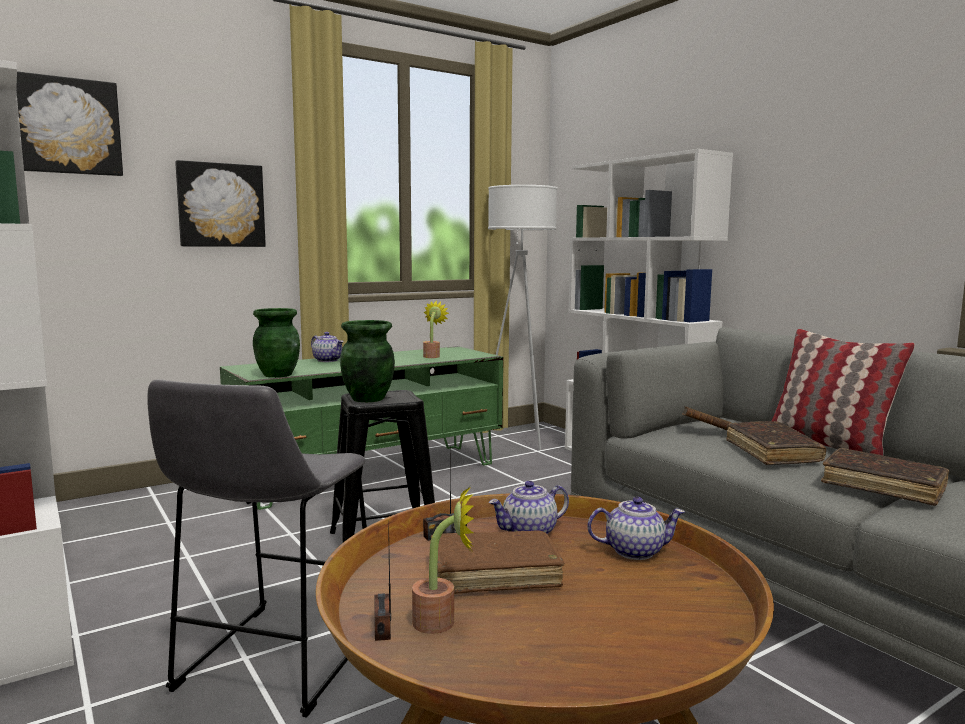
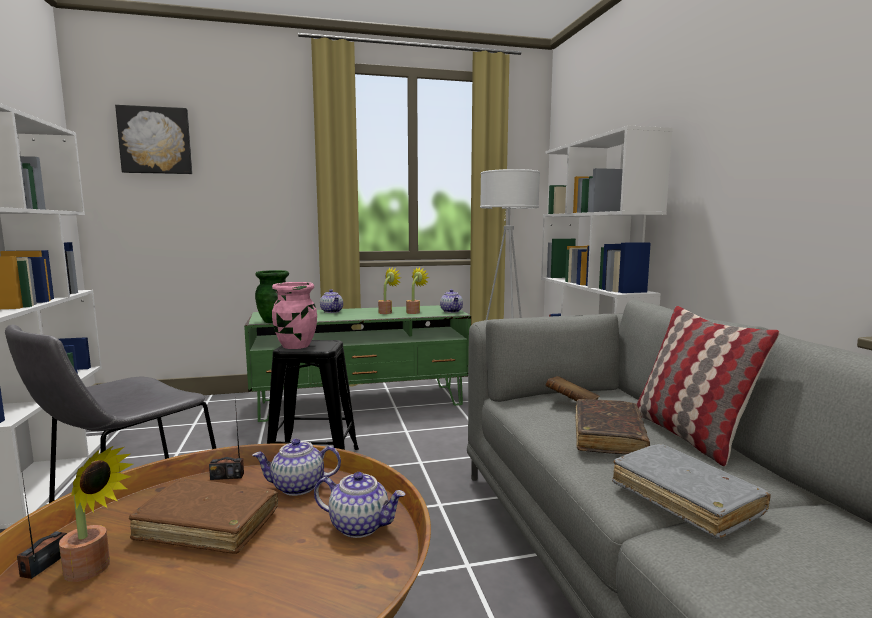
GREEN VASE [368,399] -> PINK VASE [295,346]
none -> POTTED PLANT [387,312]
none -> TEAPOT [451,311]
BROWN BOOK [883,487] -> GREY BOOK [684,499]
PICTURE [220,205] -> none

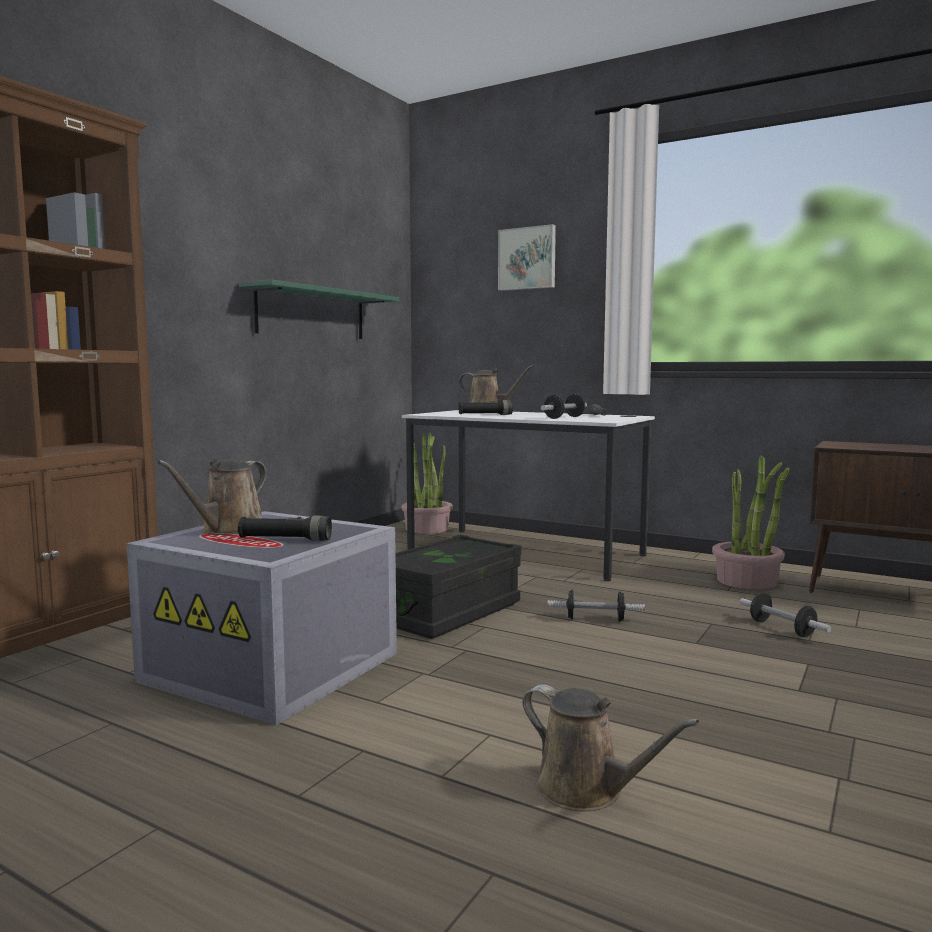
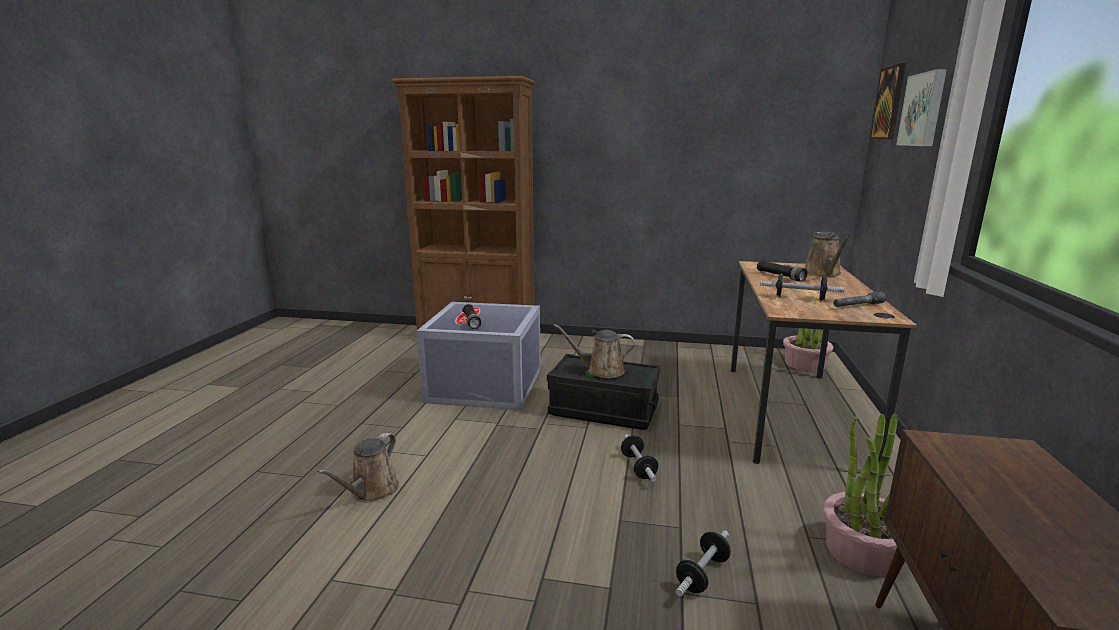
BROWN WATERING CAN [228,530] -> BROWN WATERING CAN [601,371], shifted
WHITE DESK [525,552] -> BROWN DESK [792,413]
none -> PICTURE [889,103]
GREEN SHELF [312,313] -> none

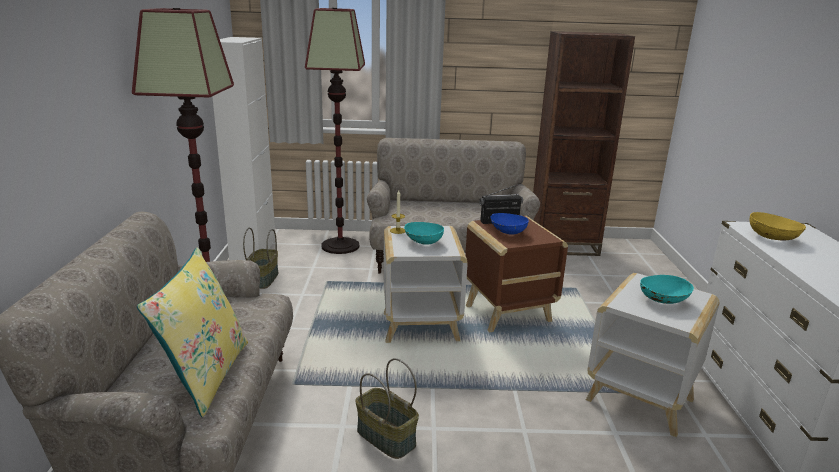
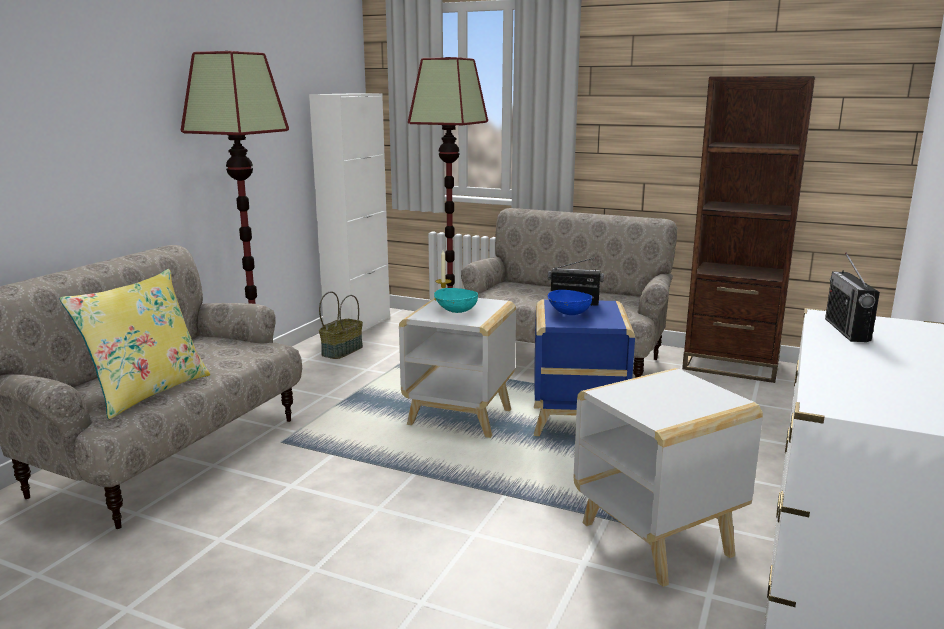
BROWN SIDE TABLE [506,314] -> BLUE SIDE TABLE [575,423]
YELLOW BOWL [772,238] -> RADIO [847,330]
BASKET [385,437] -> none
TURQUOISE BOWL [663,301] -> none

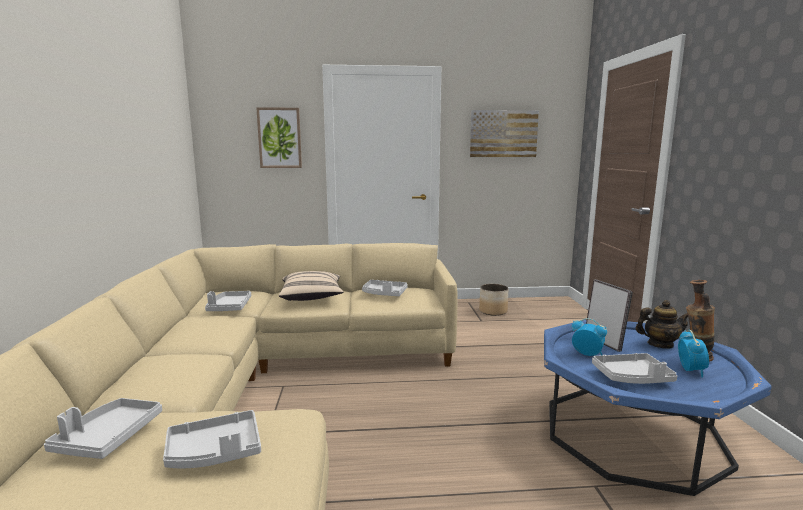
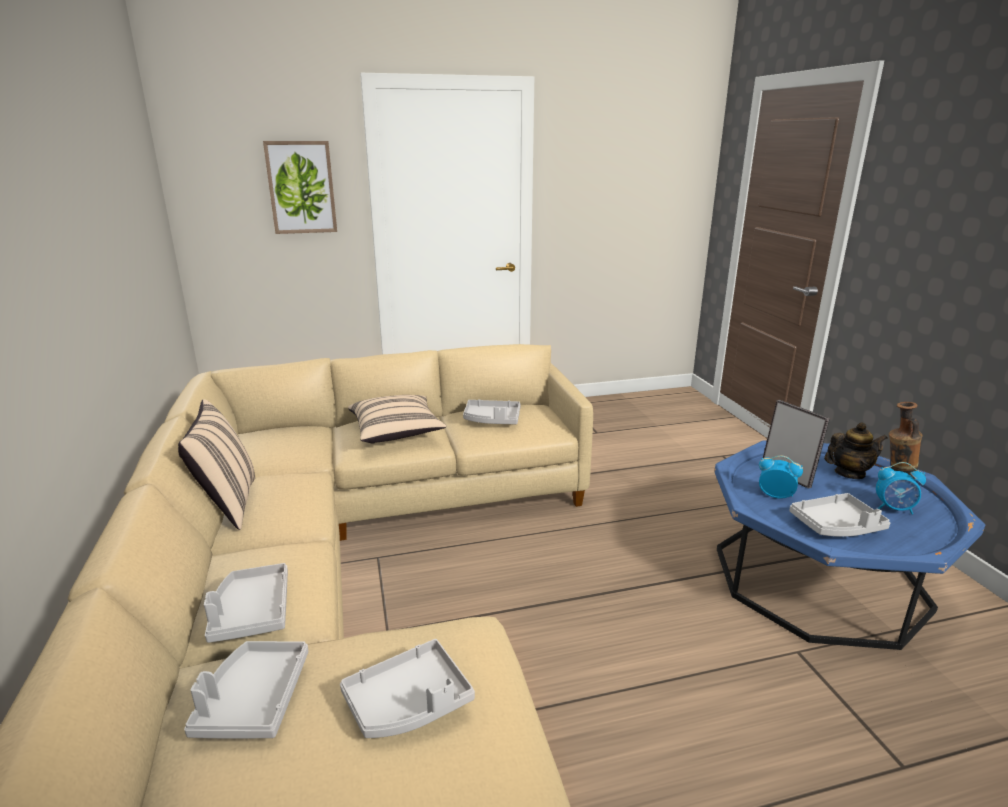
none -> BEIGE PILLOW [227,505]
GREY TRAY [229,307] -> GREY TRAY [251,613], shifted
ALARM CLOCK [690,370] -> ALARM CLOCK [894,509], 105 degrees clockwise
PICTURE [503,134] -> none
PLANTER [493,311] -> none

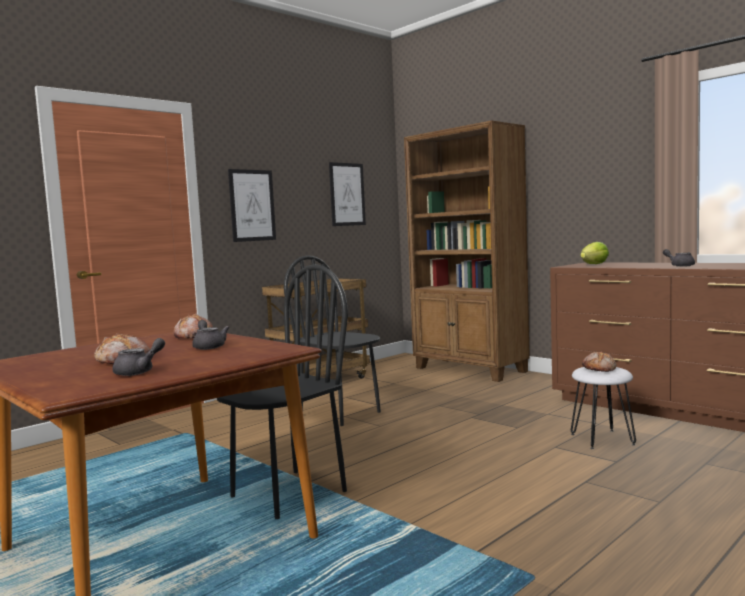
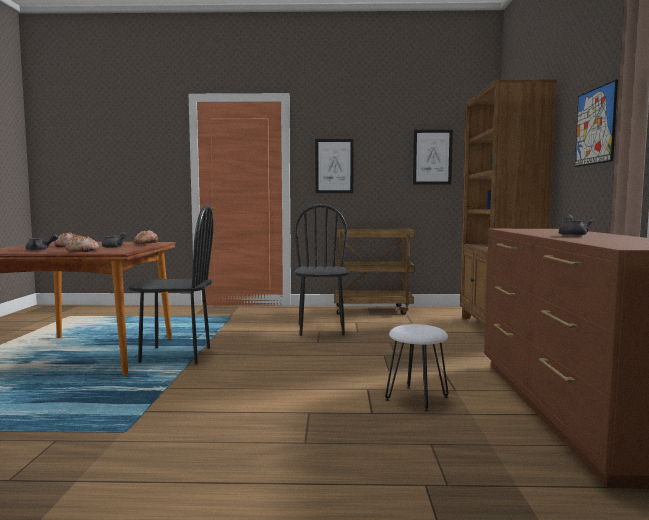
BREAD [599,369] -> BREAD [83,251], shifted
none -> PICTURE [595,126]
LETTUCE [594,264] -> none

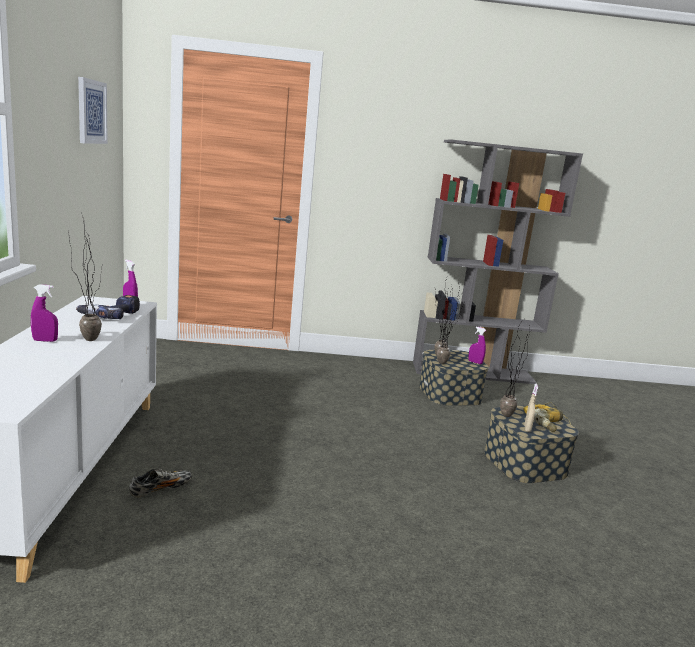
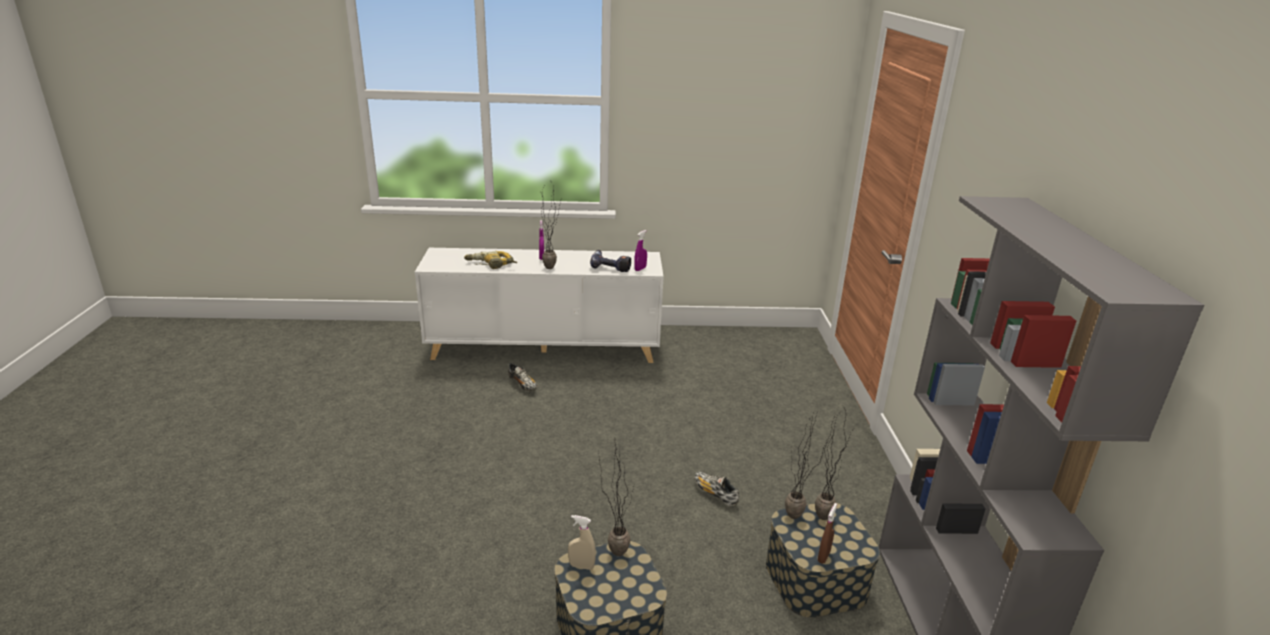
POWER DRILL [548,422] -> POWER DRILL [490,265], shifted
none -> SHOE [715,494]
PURPLE SPRAY BOTTLE [475,362] -> BROWN SPRAY BOTTLE [823,556]
PICTURE [91,112] -> none

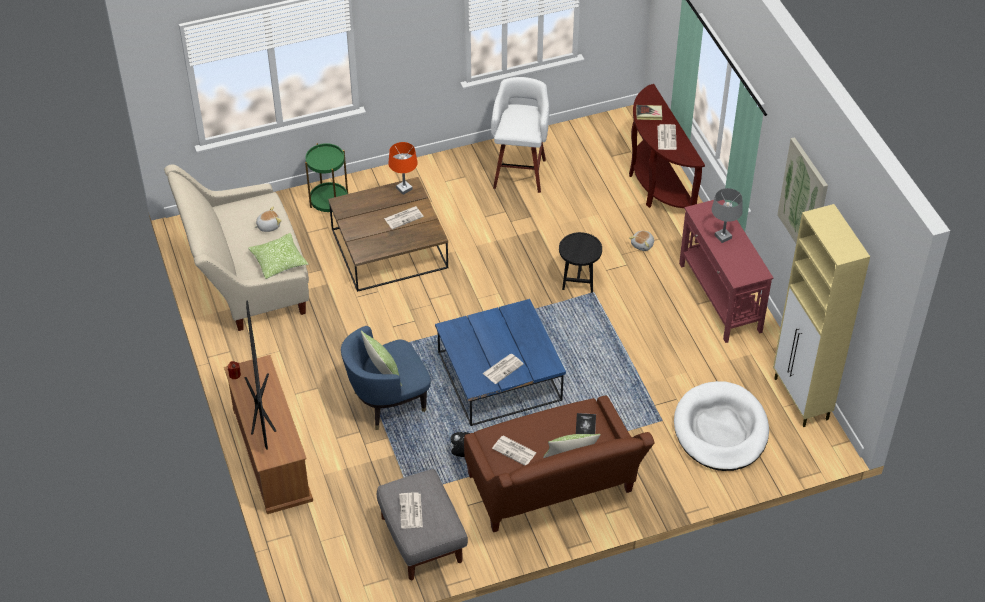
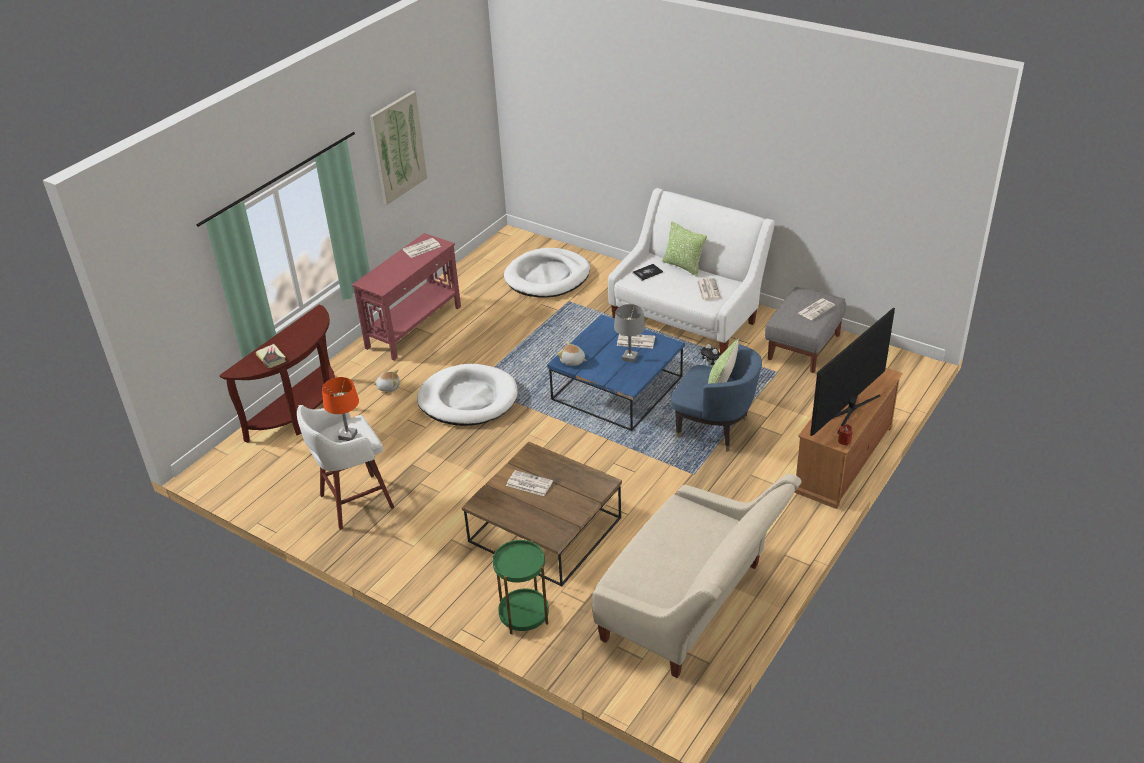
ORANGE TABLE LAMP [404,188] -> ORANGE TABLE LAMP [348,436], shifted
NEWSPAPER [666,137] -> NEWSPAPER [421,248], shifted
BLACK SIDE TABLE [578,281] -> WHITE DOG BED [468,399]
PLUSH TOY [268,226] -> PLUSH TOY [572,361], shifted
BROWN SOFA [553,491] -> WHITE SOFA [687,315]
GREY TABLE LAMP [723,237] -> GREY TABLE LAMP [629,358], shifted
PILLOW [278,261] -> none
BEIGE CABINET [801,399] -> none

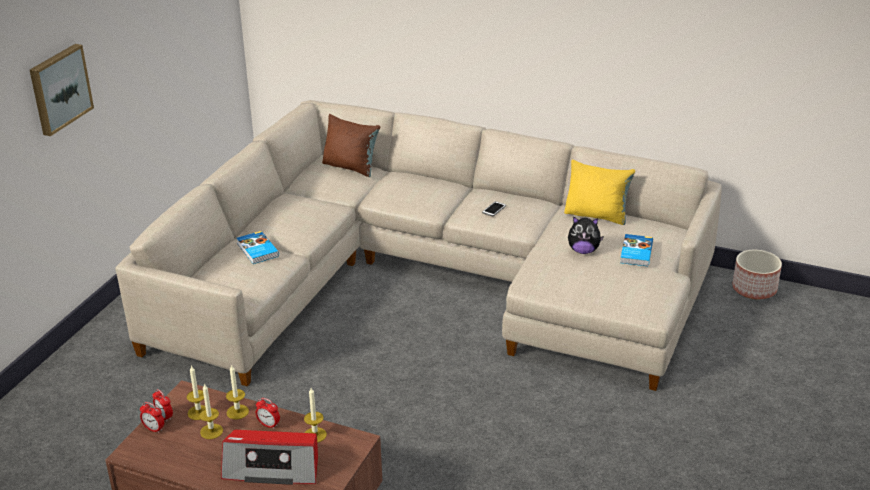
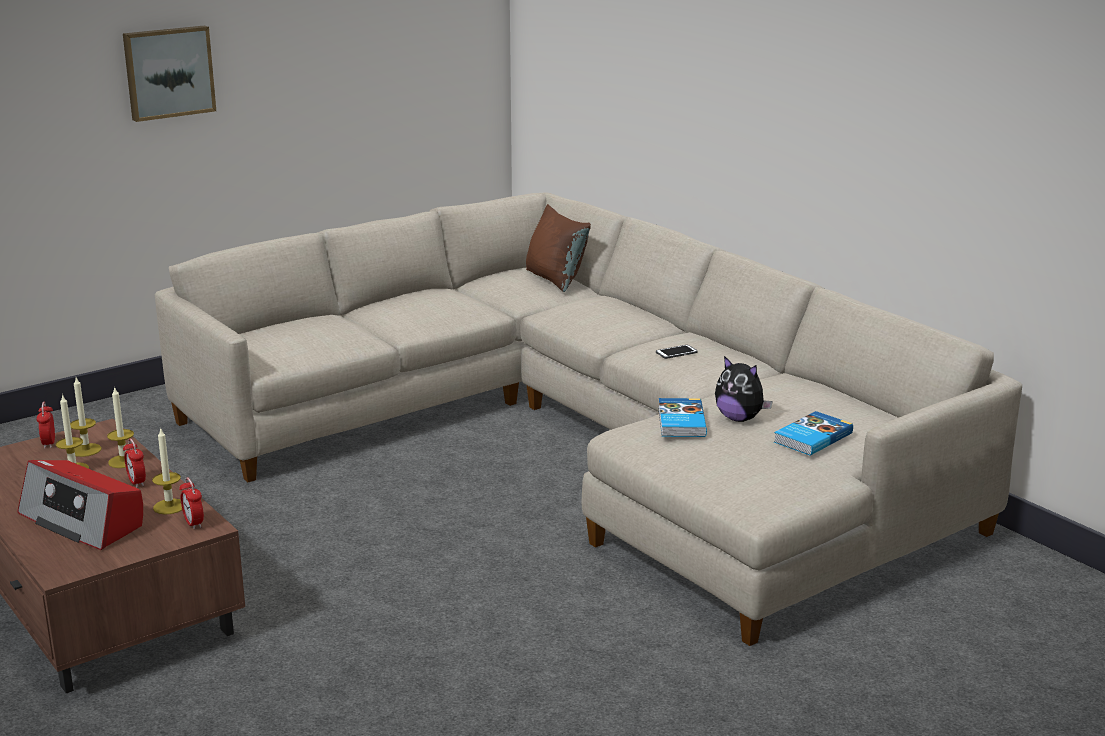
ALARM CLOCK [154,429] -> ALARM CLOCK [193,523], shifted
BOOK [257,250] -> BOOK [680,422], shifted
YELLOW PILLOW [597,215] -> none
PLANTER [754,289] -> none

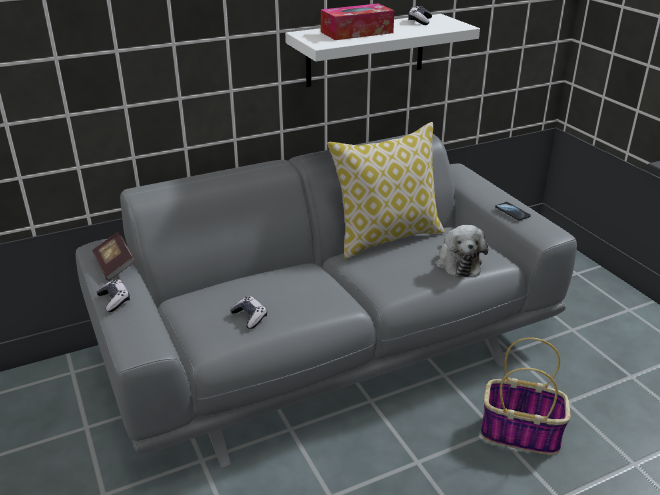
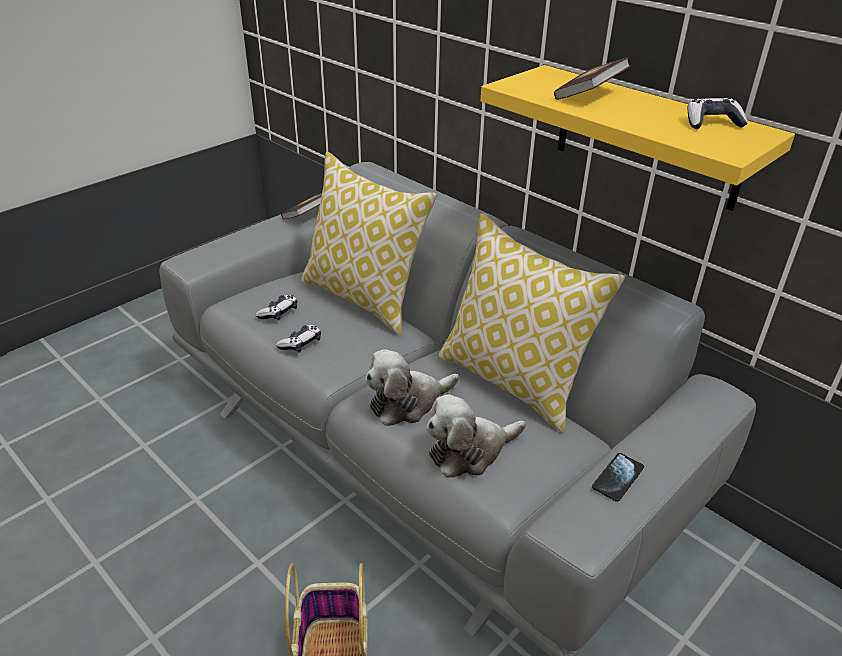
GAME CONTROLLER [114,300] -> GAME CONTROLLER [300,344], shifted
none -> PILLOW [364,297]
none -> PLUSH TOY [407,403]
WHITE SHELF [366,50] -> YELLOW SHELF [647,137]
TISSUE BOX [357,32] -> BOOK [589,95]

